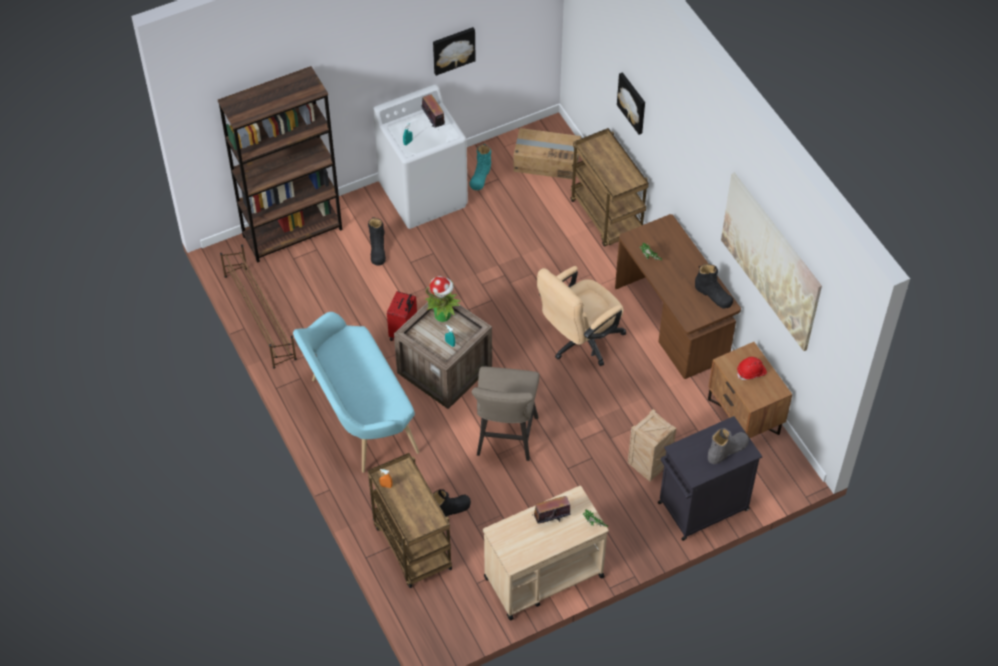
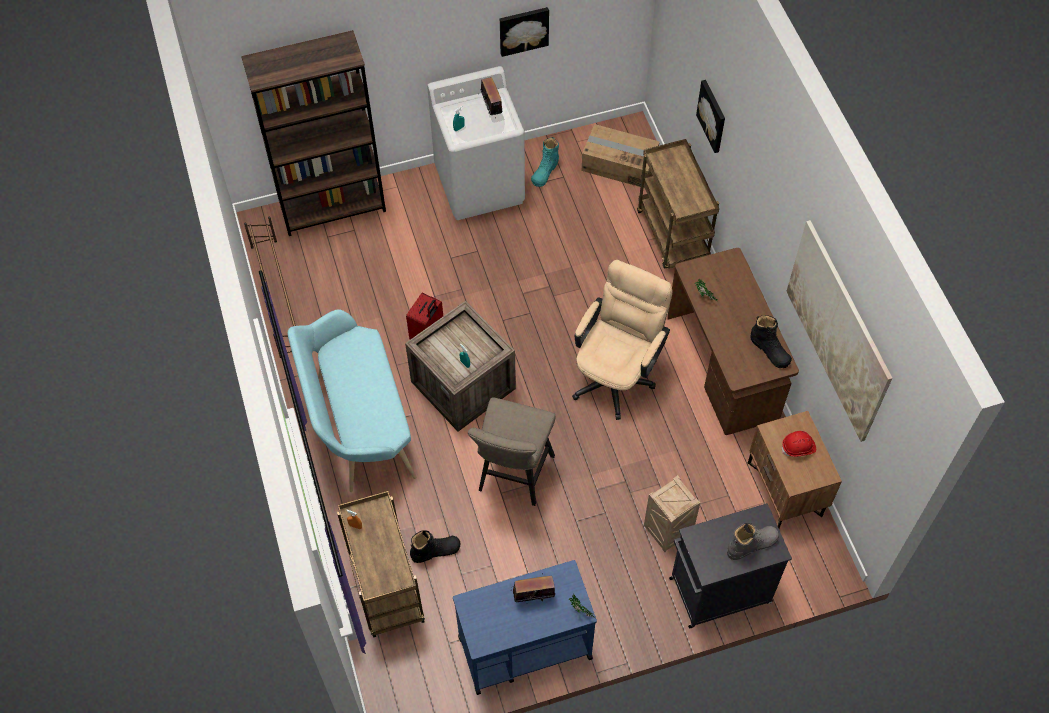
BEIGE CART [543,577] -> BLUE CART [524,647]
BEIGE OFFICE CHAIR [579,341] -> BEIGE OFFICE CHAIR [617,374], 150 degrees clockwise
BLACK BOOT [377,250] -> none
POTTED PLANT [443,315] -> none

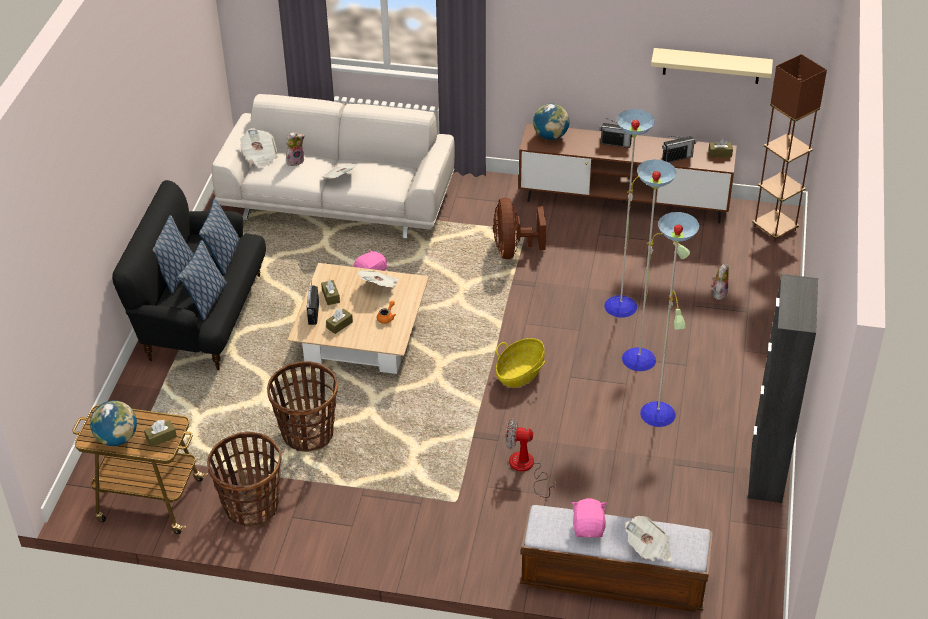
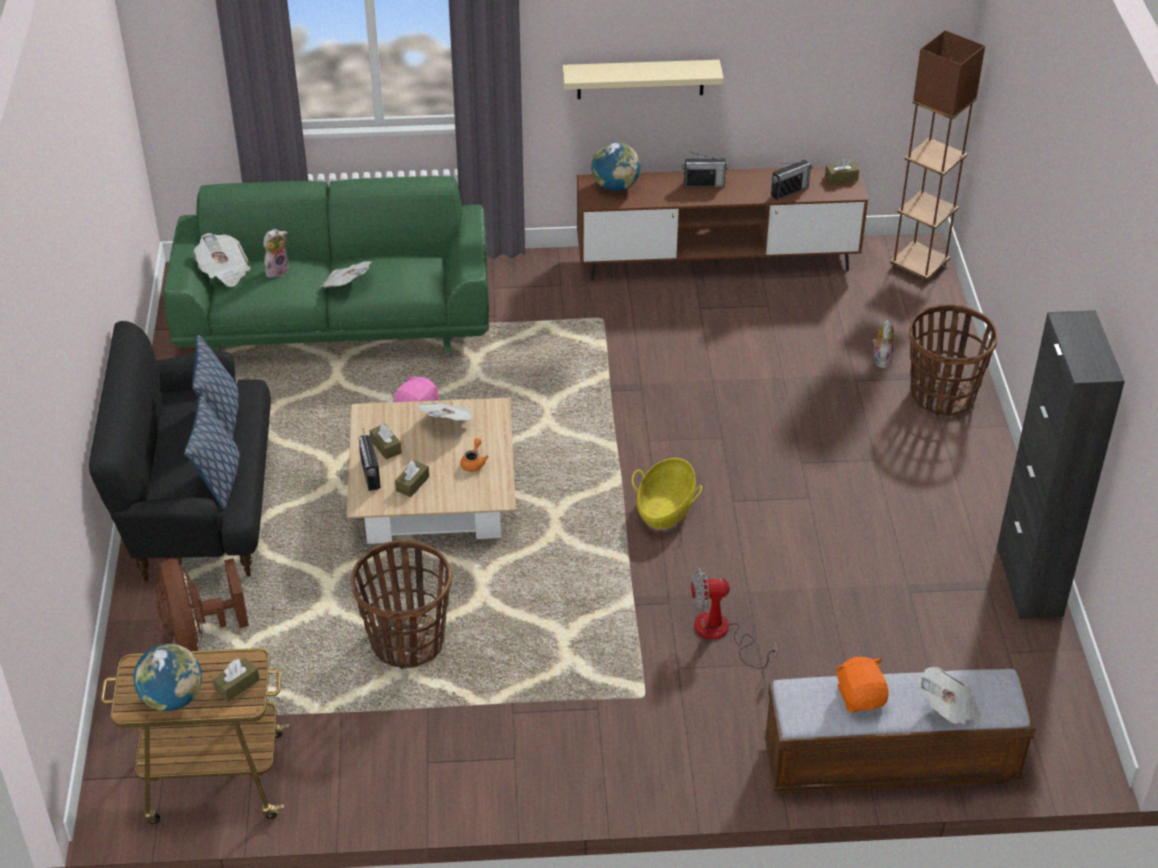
BROWN FAN [513,249] -> BROWN FAN [198,634], shifted
WHITE SOFA [339,201] -> GREEN SOFA [337,318]
BEIGE SHELF [711,66] -> BEIGE SHELF [640,79], shifted
PINK PLUSH TOY [589,528] -> ORANGE PLUSH TOY [860,697]
BASKET [251,506] -> BASKET [941,396], shifted
PILLOW [175,275] -> none
FLOOR LAMP [641,359] -> none

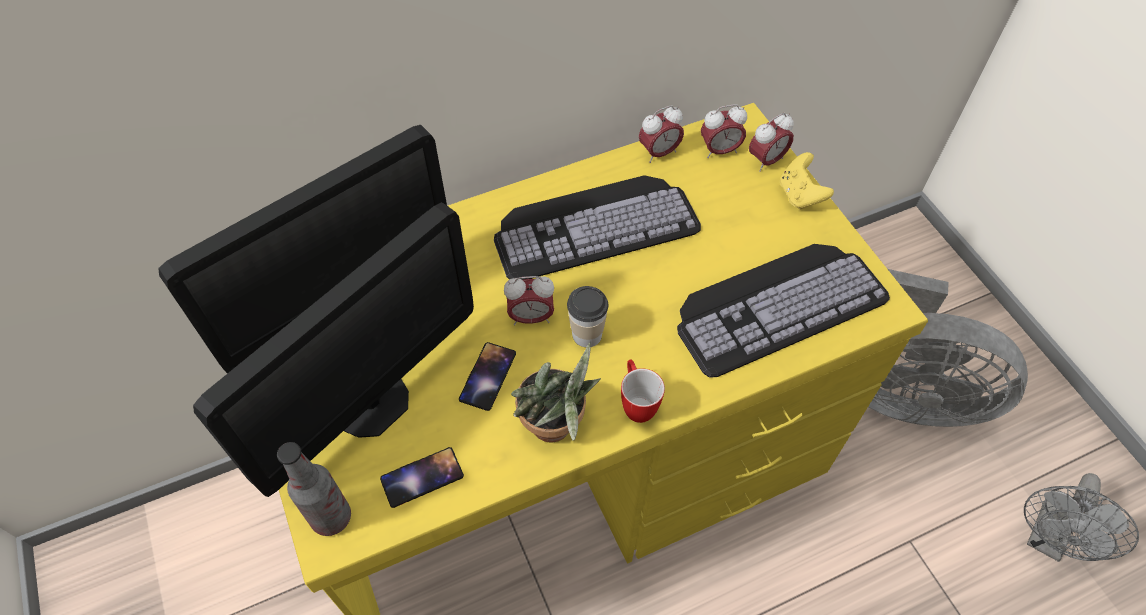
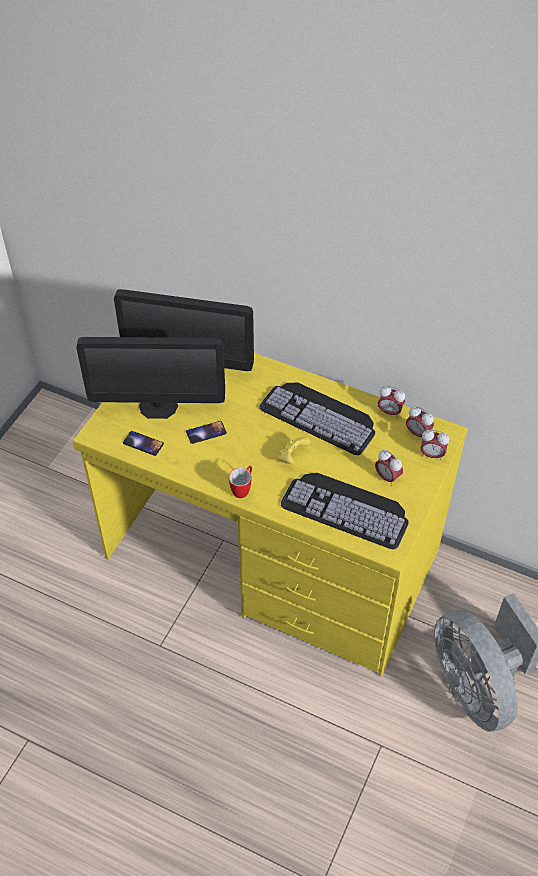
YELLOW GAME CONTROLLER [800,195] -> YELLOW GAME CONTROLLER [292,457], shifted
ALARM CLOCK [531,317] -> ALARM CLOCK [387,477], shifted
BOTTLE [331,517] -> none
POTTED PLANT [556,429] -> none
CUP [587,334] -> none
GREY FAN [1048,540] -> none

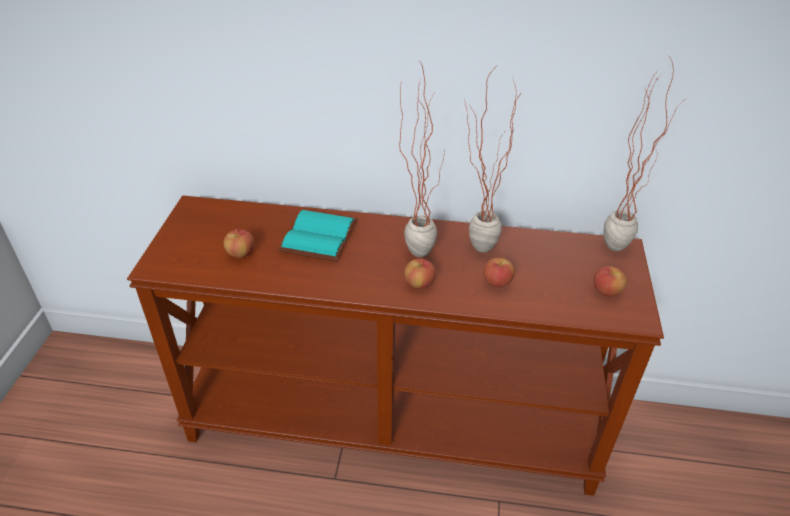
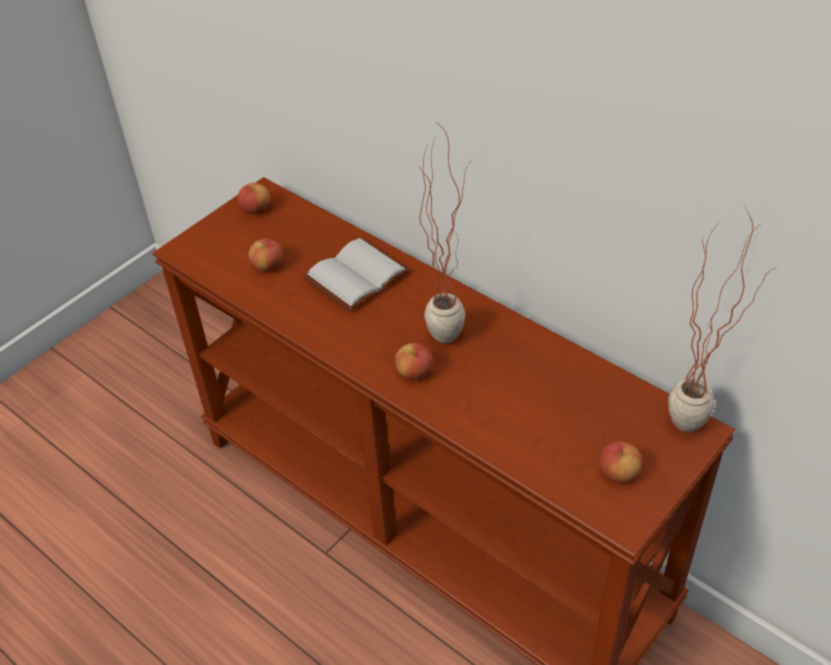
APPLE [497,282] -> APPLE [256,209], shifted
TURQUOISE BOOK [317,235] -> WHITE BOOK [356,274]
POTTED PLANT [472,249] -> none

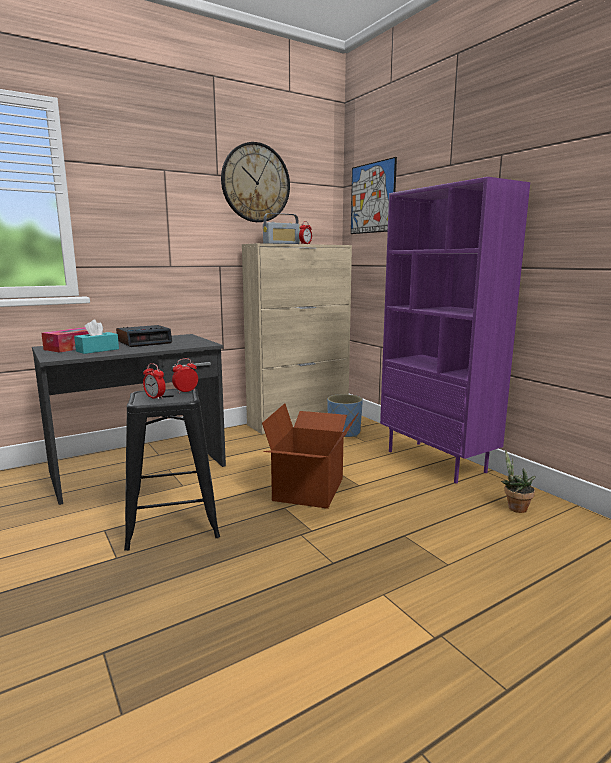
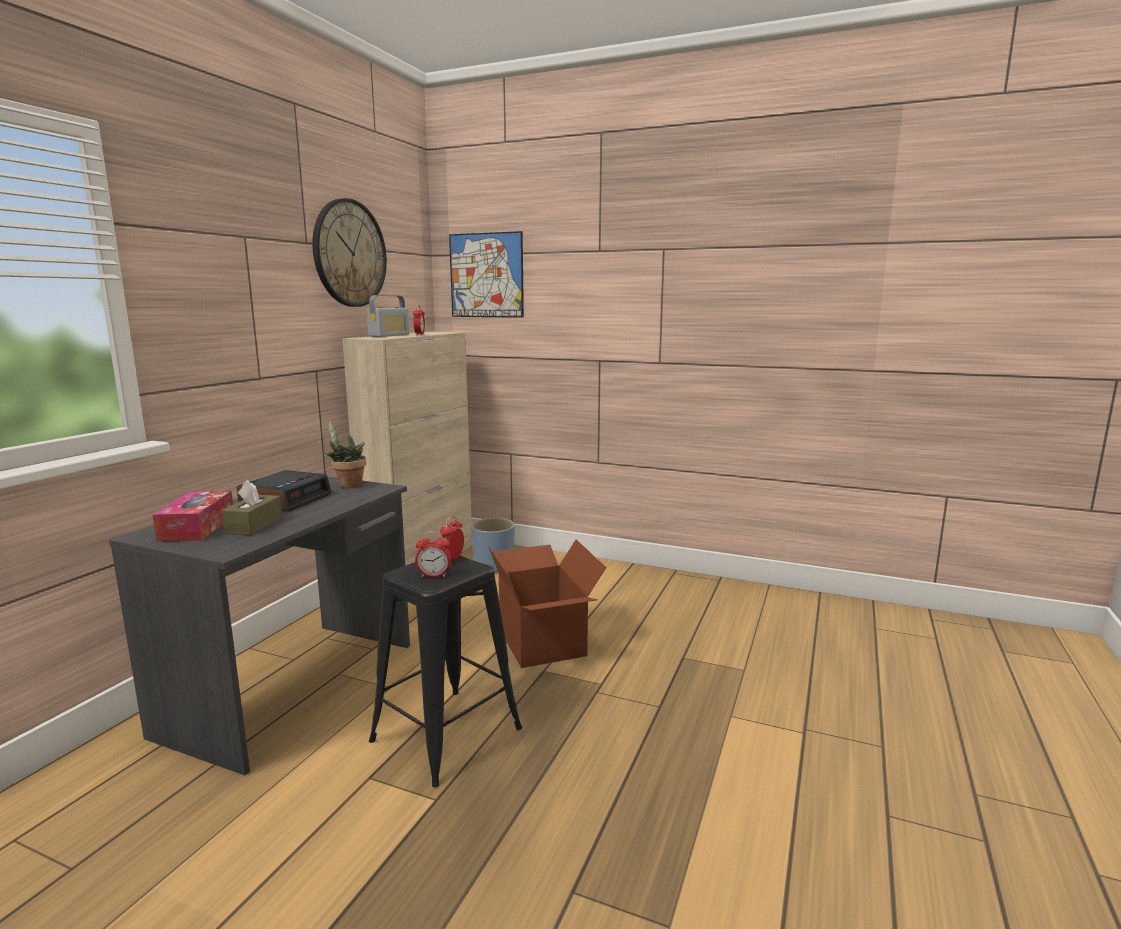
TURQUOISE TISSUE BOX [97,350] -> BROWN TISSUE BOX [254,525]
POTTED PLANT [514,507] -> POTTED PLANT [347,484], shifted
PURPLE BOOKCASE [437,461] -> none

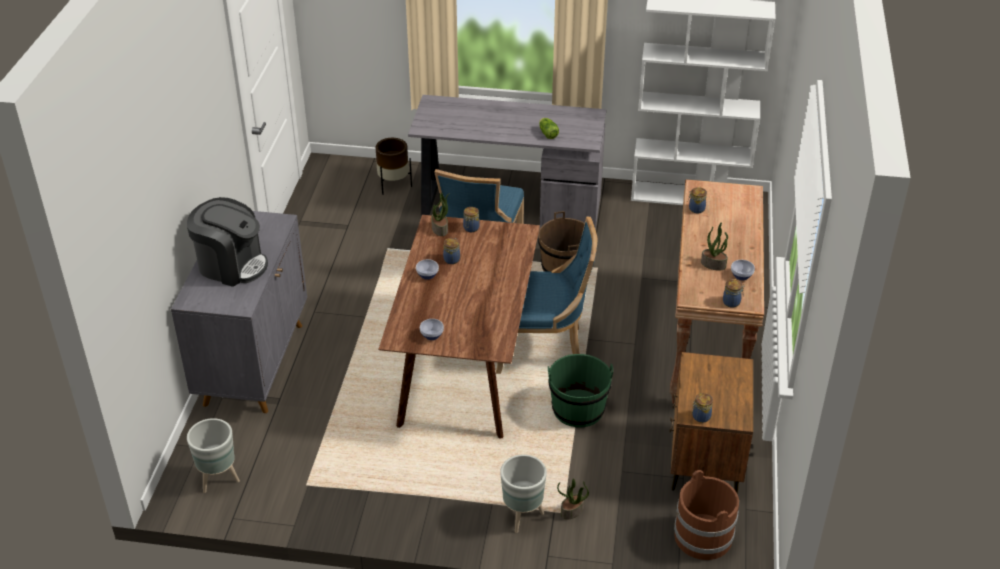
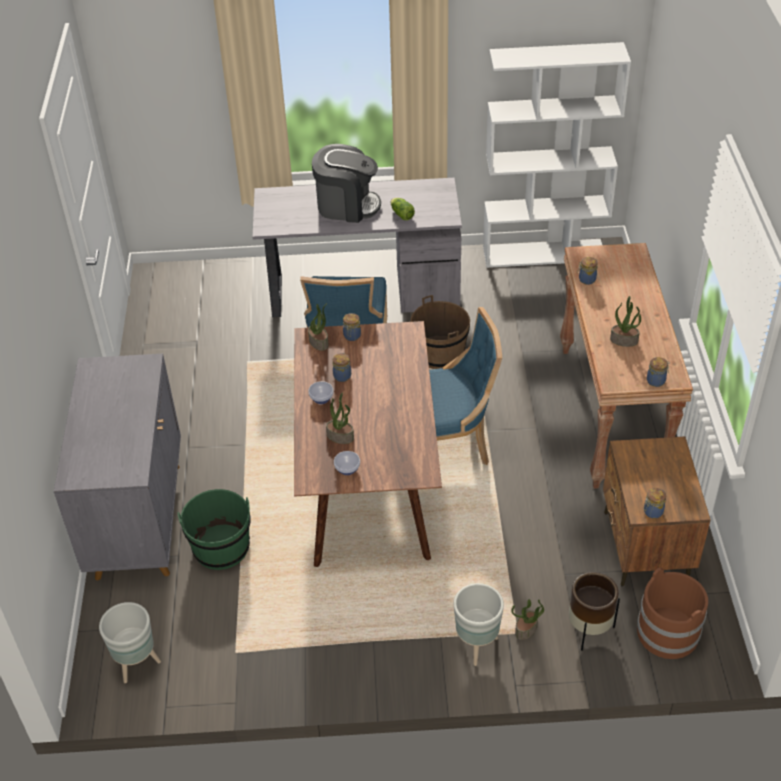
GREEN BUCKET [578,409] -> GREEN BUCKET [221,548], shifted
COFFEE MACHINE [231,265] -> COFFEE MACHINE [347,205], shifted
none -> POTTED PLANT [340,436]
BROWN PLANTER [393,185] -> BROWN PLANTER [588,630], shifted
BOWL [742,276] -> none

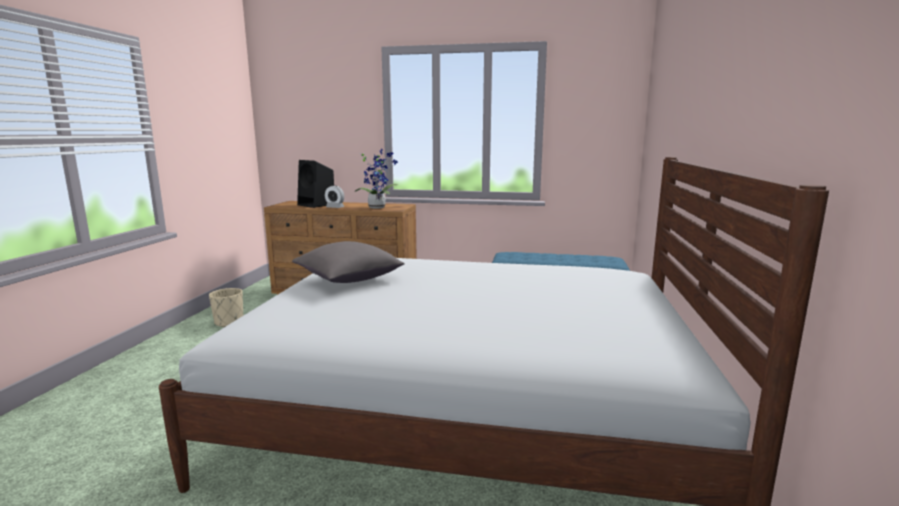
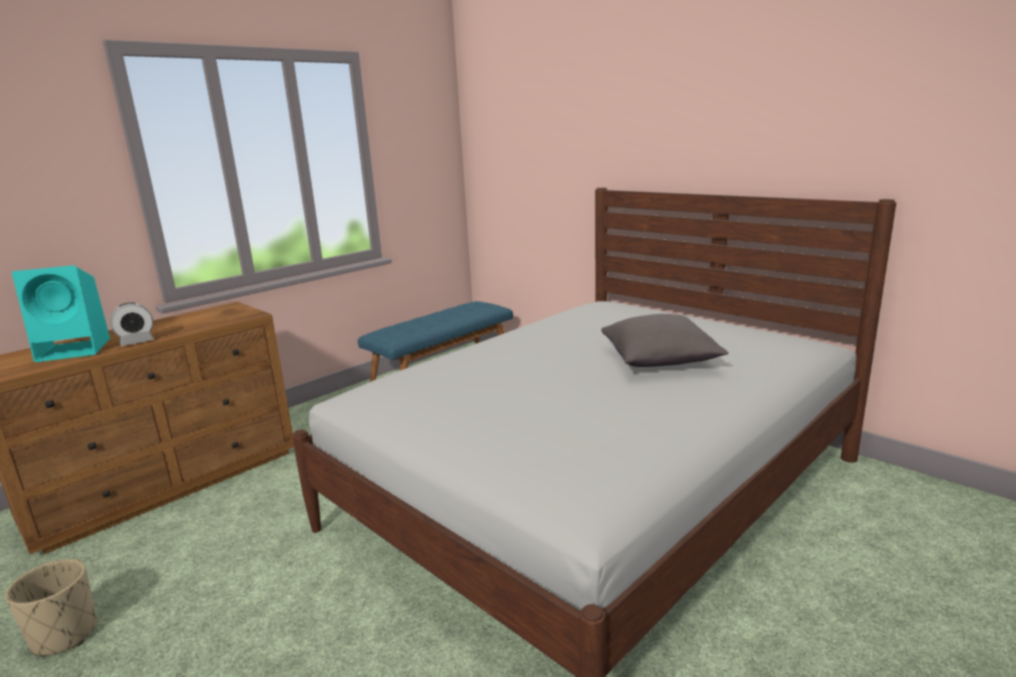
BLACK SPEAKER [317,205] -> TURQUOISE SPEAKER [76,349]
GREY PILLOW [349,279] -> GREY PILLOW [659,361], shifted
POTTED PLANT [378,207] -> none

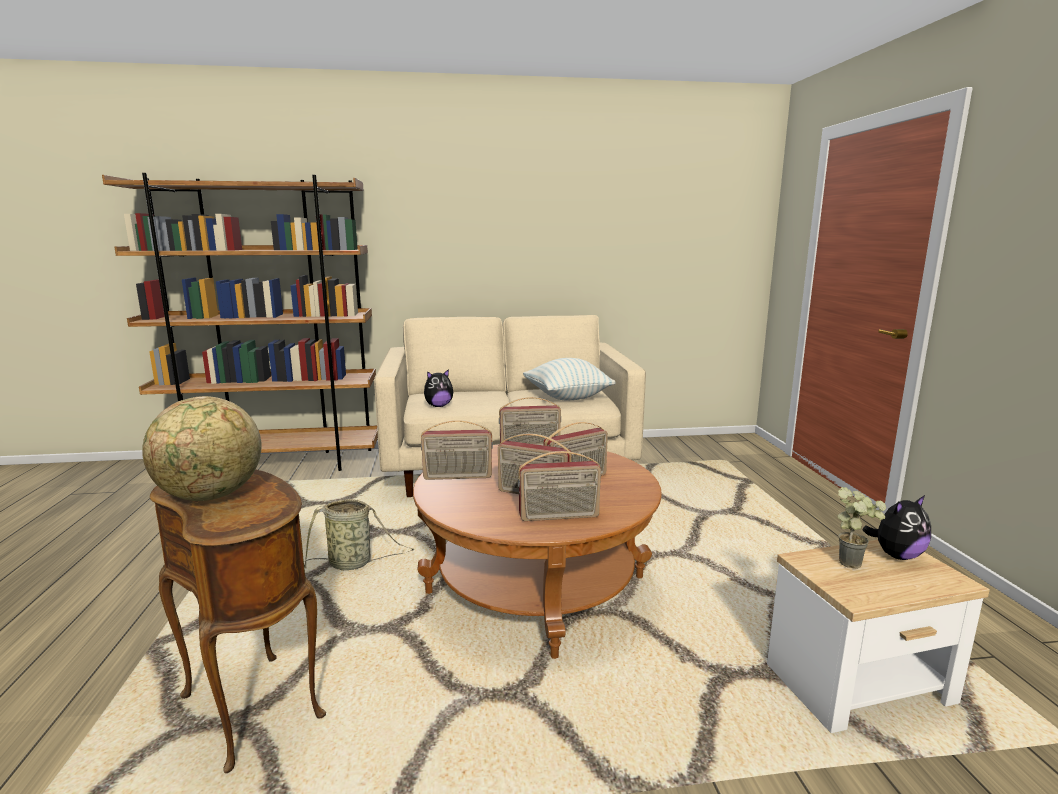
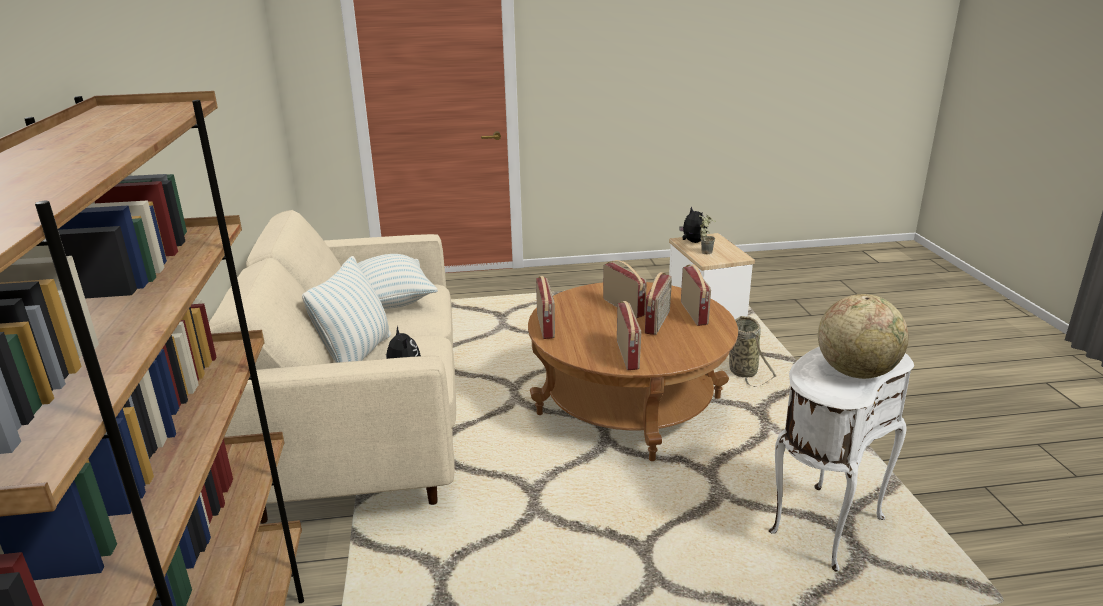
none -> PILLOW [356,356]
BASKET [353,563] -> BASKET [741,370], shifted
BROWN SIDE TABLE [258,706] -> WHITE SIDE TABLE [822,525]

